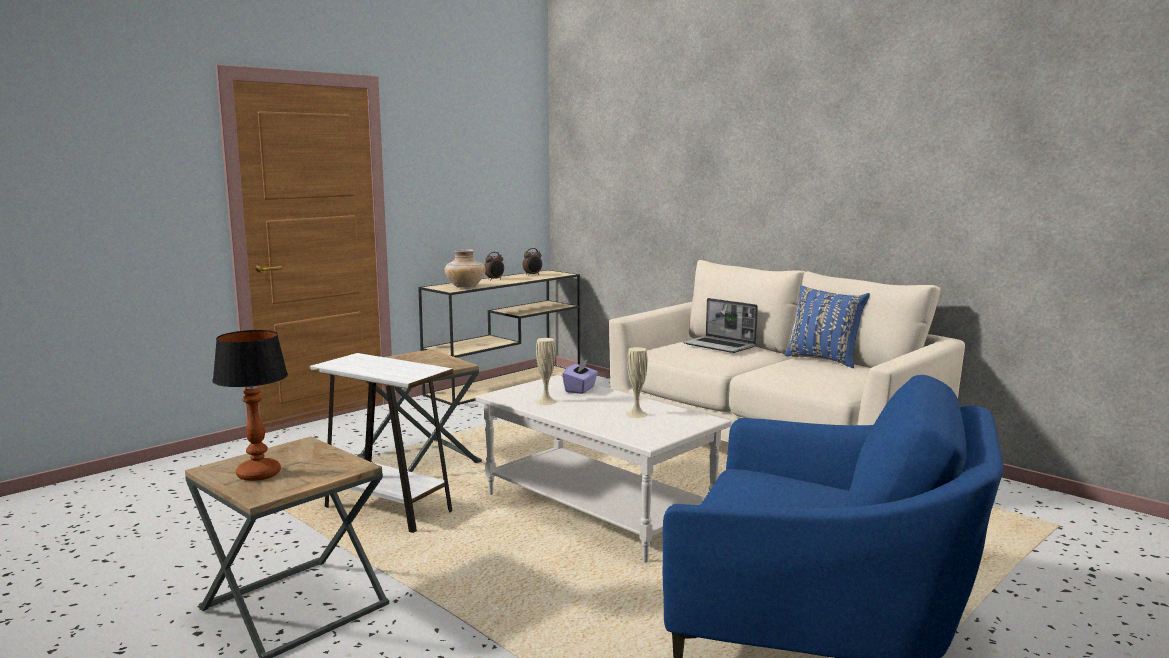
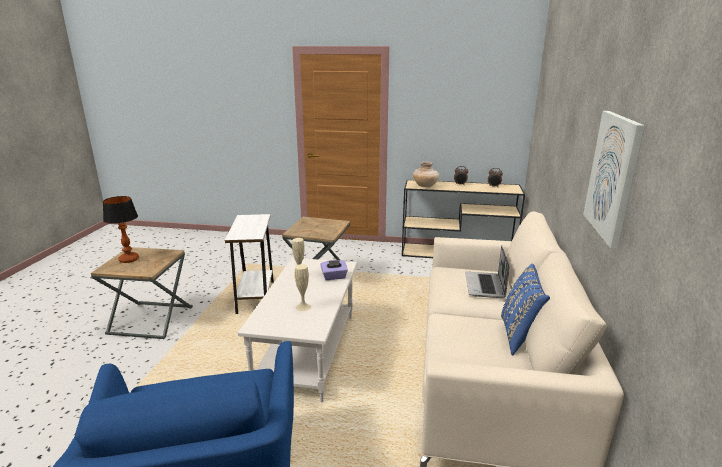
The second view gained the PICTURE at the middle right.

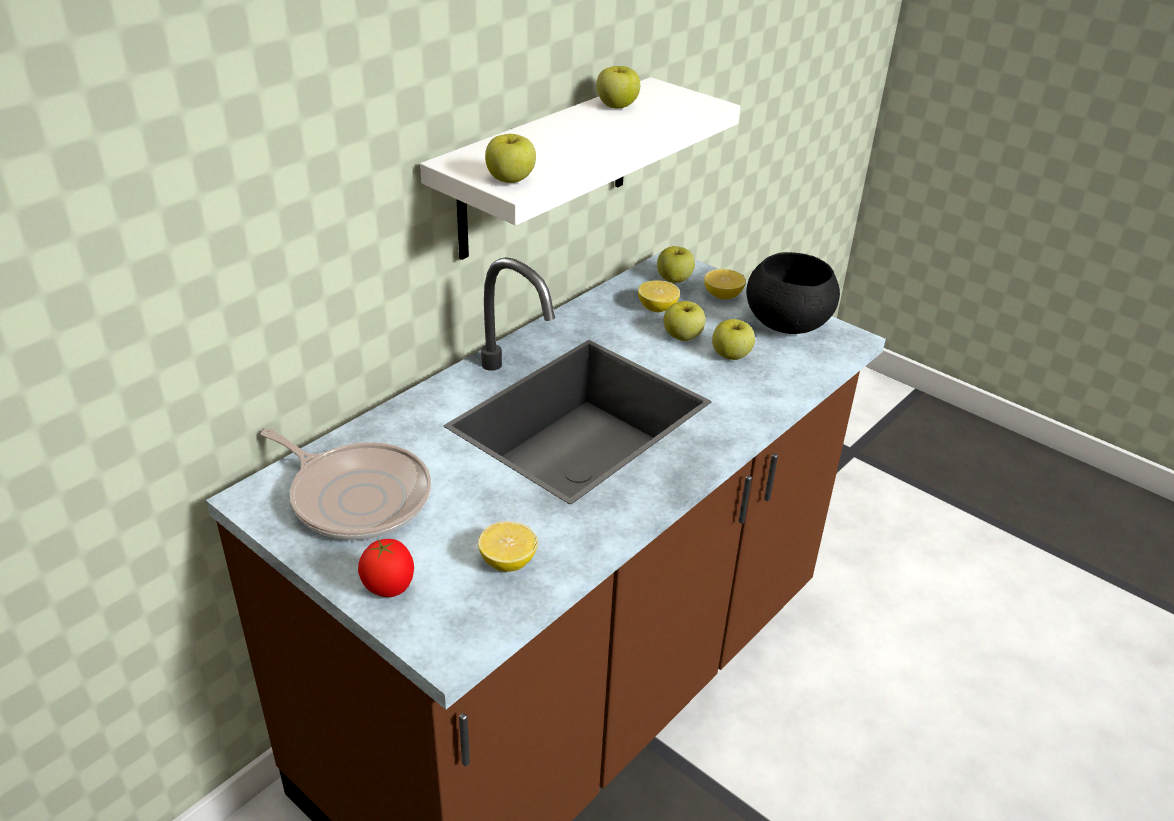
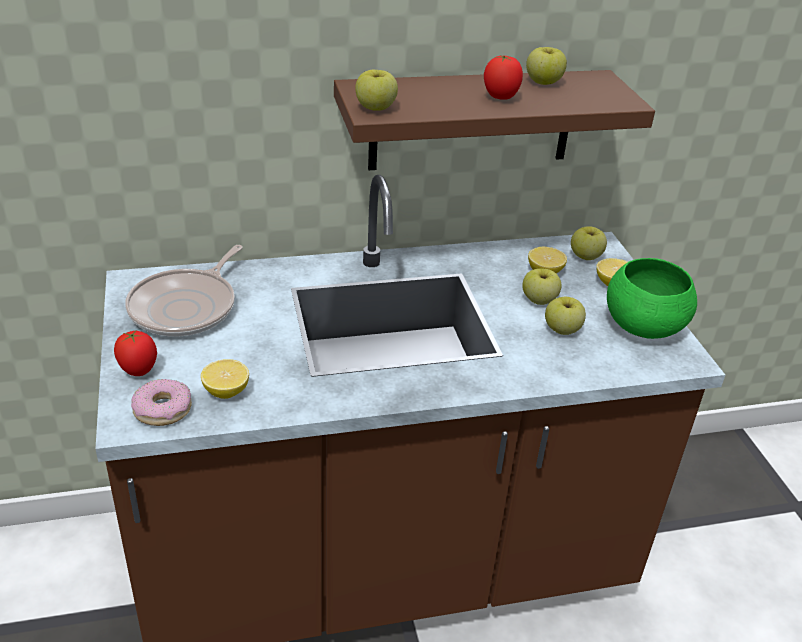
The FRYING PAN at the middle left ended up facing another way, 45 degrees clockwise from before. What was the WHITE SHELF at the top centre turned into the BROWN SHELF at the top centre. What was the BLACK BOWL at the middle right turned into the GREEN BOWL at the middle right. The second view gained the DONUT at the middle left. The second view gained the TOMATO (2nd from left) at the top centre.

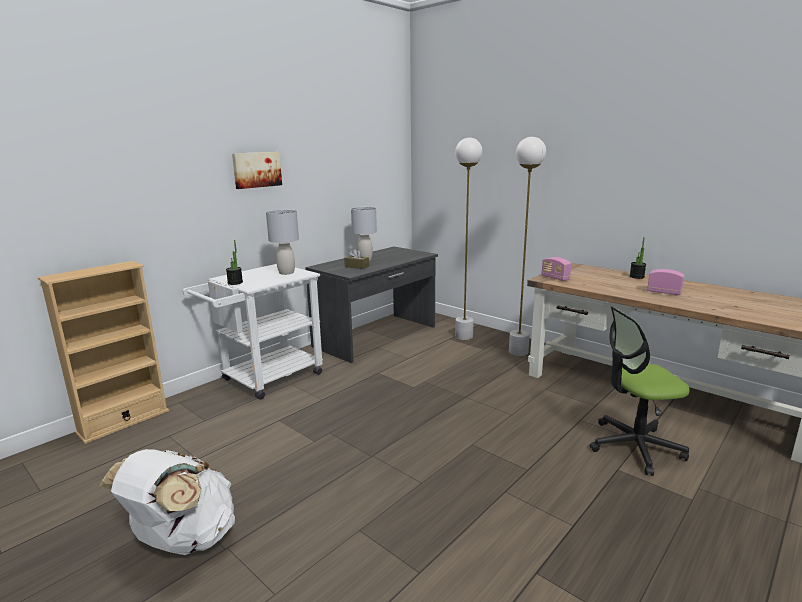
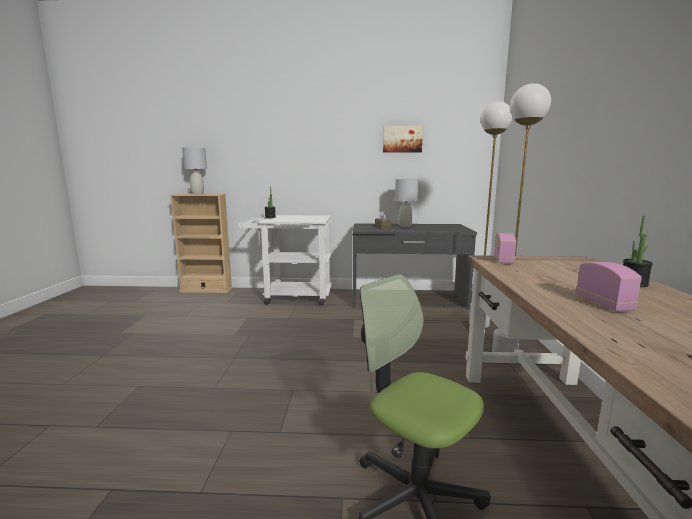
The second view lost the WHITE BACKPACK at the bottom left. The PICTURE ended up elsewhere, having gone from the top left to the top centre. The GREY TABLE LAMP (1st from left) ended up elsewhere, having gone from the centre to the top left.

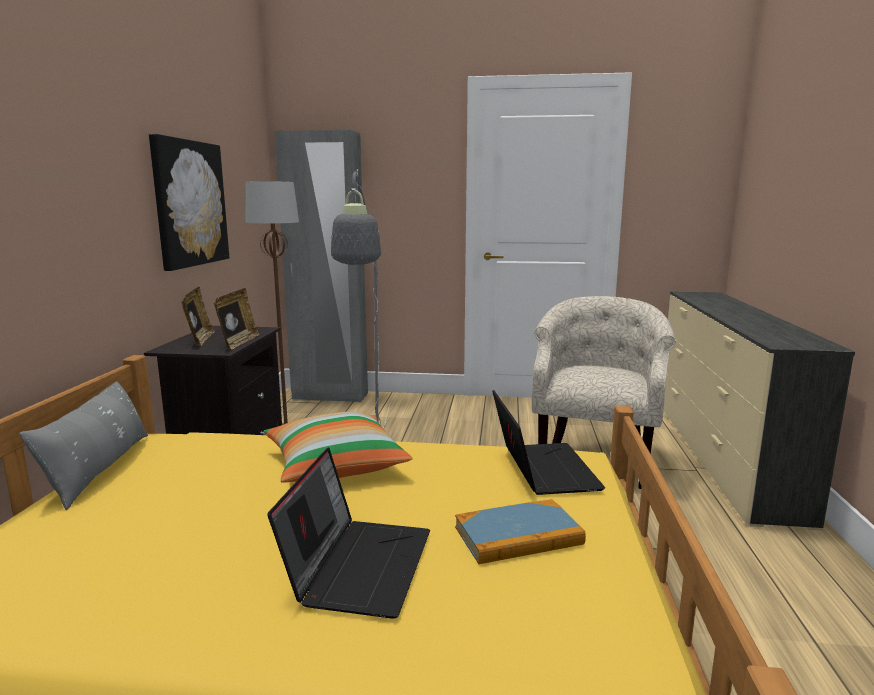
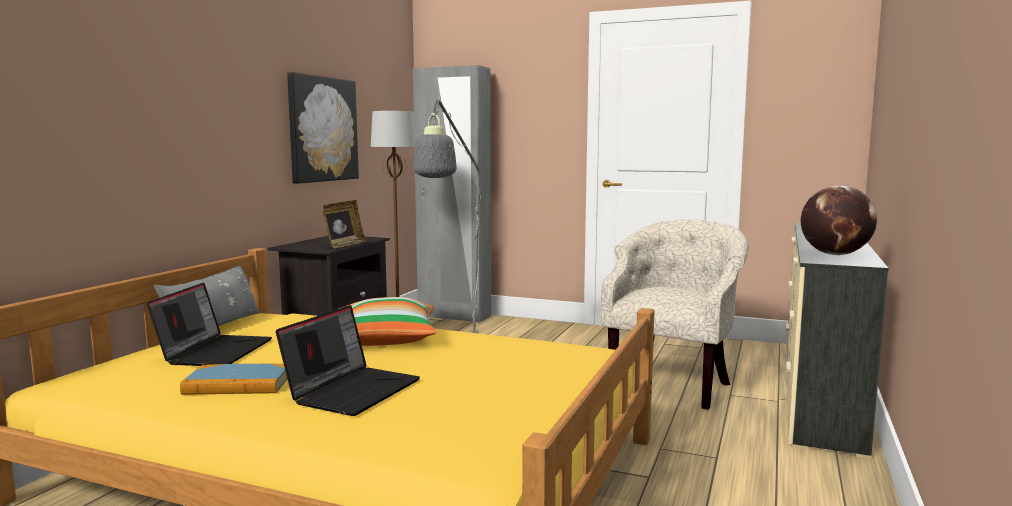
The second view lost the PICTURE FRAME (1st from left) at the middle left. The BOOK ended up elsewhere, having gone from the bottom centre to the bottom left. The LAPTOP (2nd from left in the first image) ended up elsewhere, having gone from the centre to the middle left. The second view gained the GLOBE at the middle right.

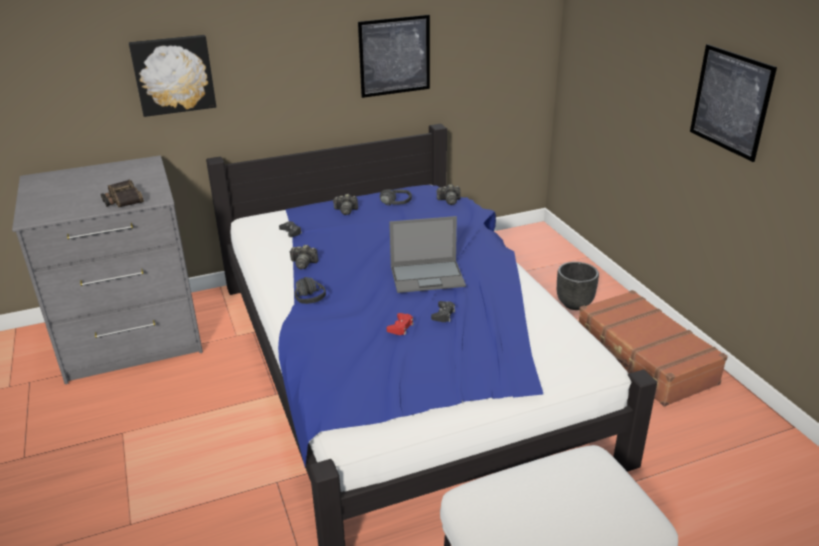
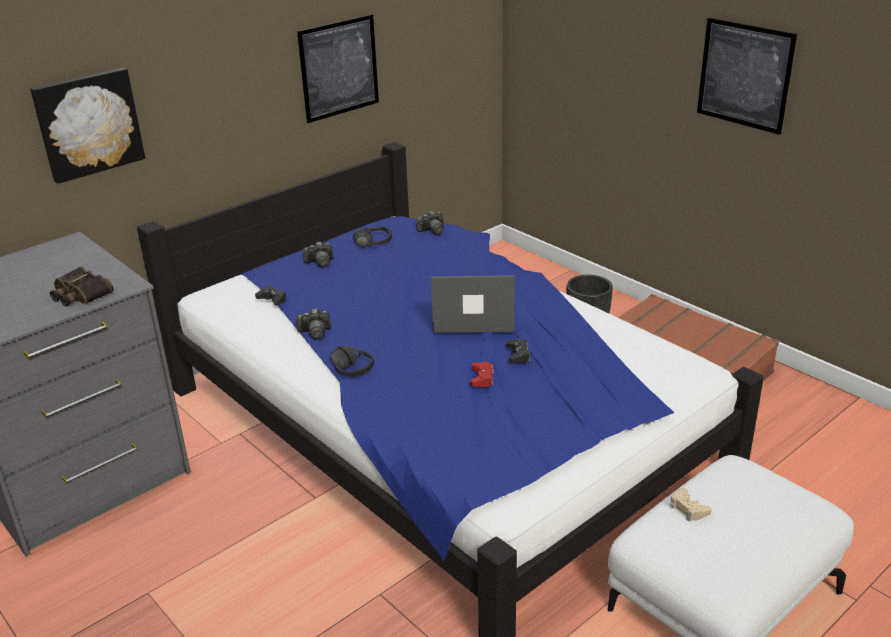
The LAPTOP at the centre ended up facing another way, 150 degrees counterclockwise from before. The second view gained the BEIGE GAME CONTROLLER at the bottom right.

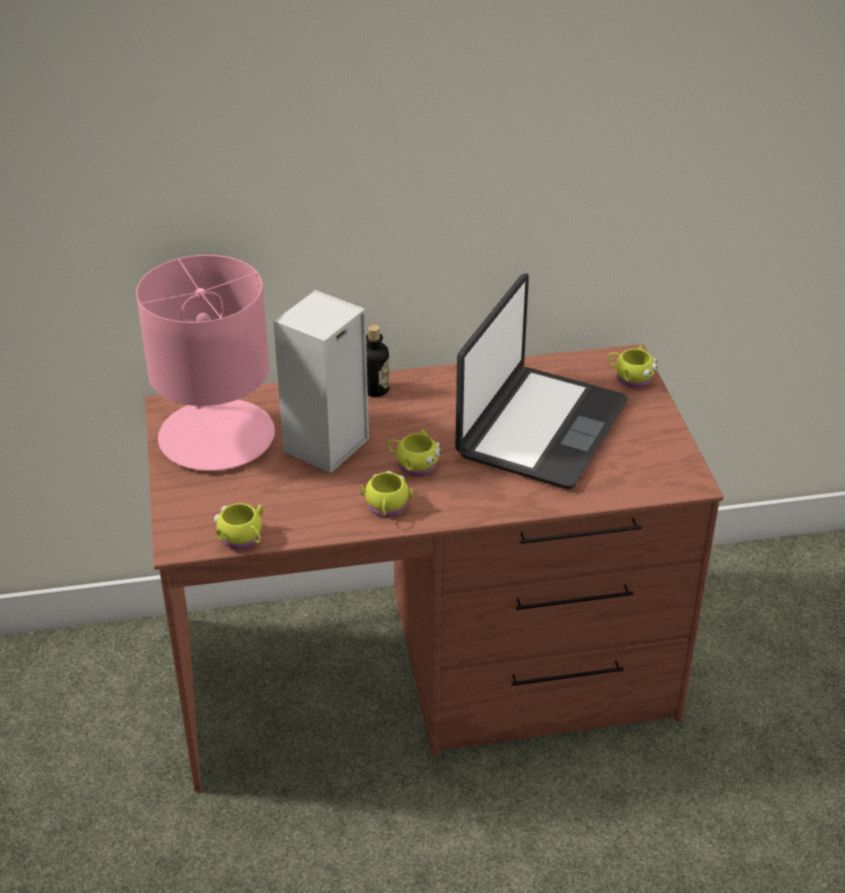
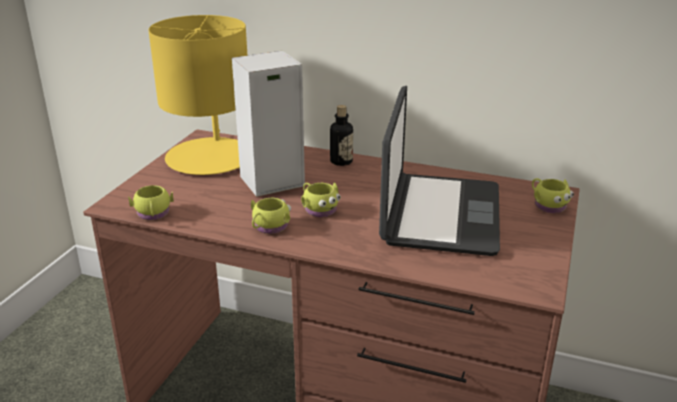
What was the PINK TABLE LAMP at the middle left turned into the YELLOW TABLE LAMP at the top left. The LAPTOP at the centre ended up facing another way, 45 degrees counterclockwise from before.

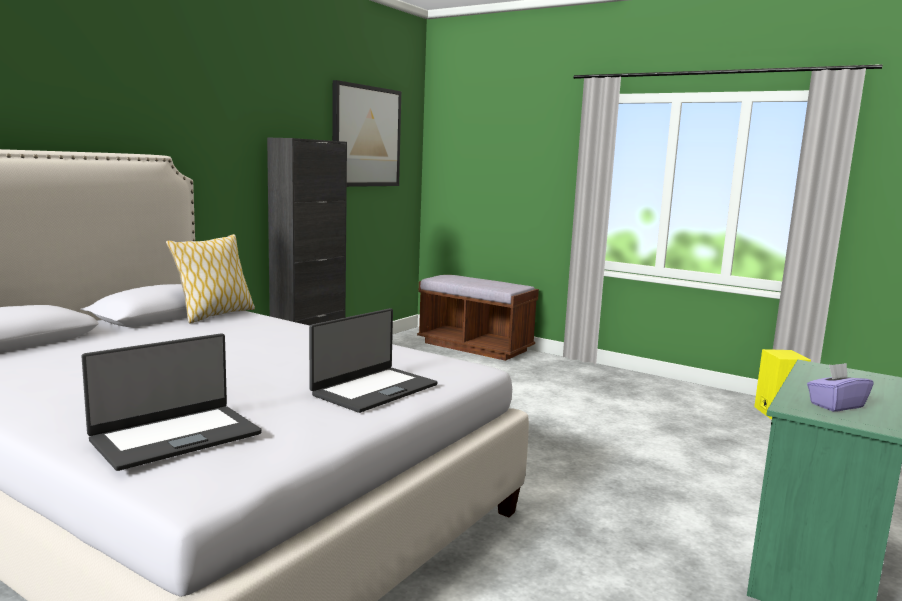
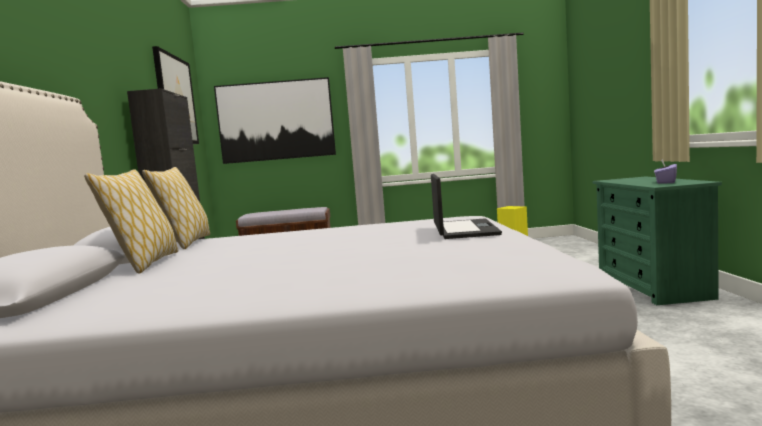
The second view lost the LAPTOP (1st from left) at the bottom left. The second view gained the PILLOW (1st from left) at the middle left. The second view gained the PICTURE (2nd from left) at the top centre.

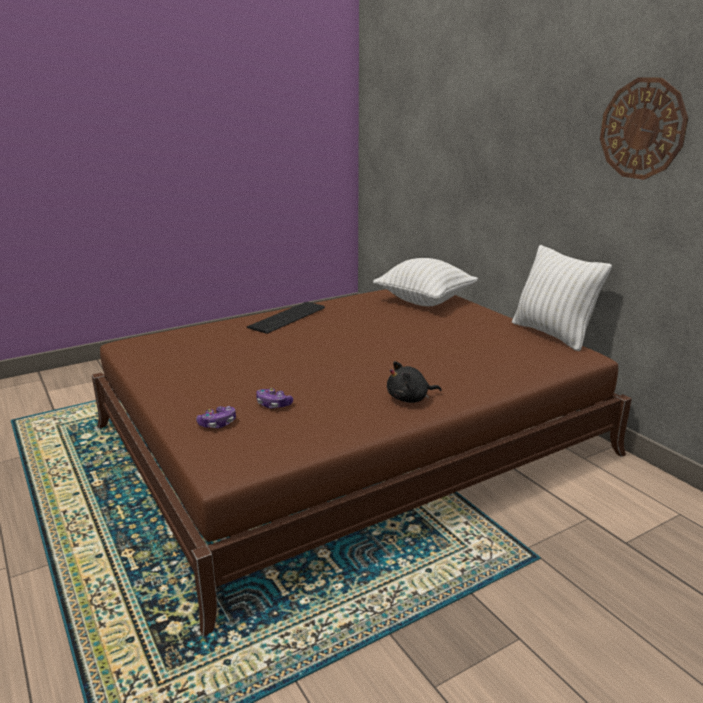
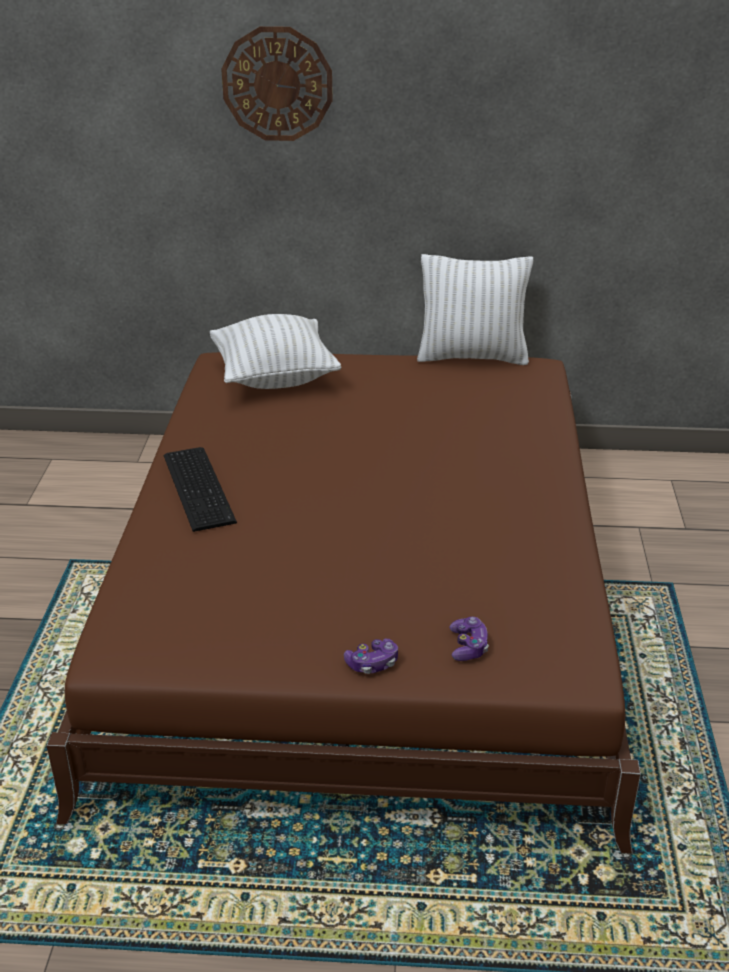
The GAME CONTROLLER (2nd from left in the first image) ended up elsewhere, having gone from the centre to the bottom centre. The second view lost the BLACK PLUSH TOY at the centre. The WALL CLOCK ended up elsewhere, having gone from the top right to the top centre.

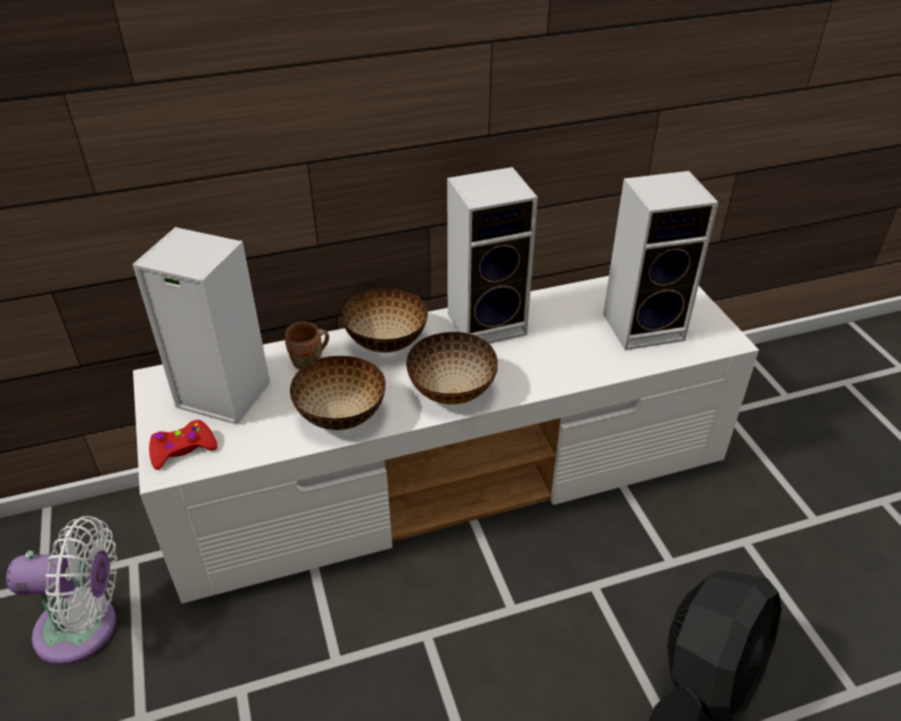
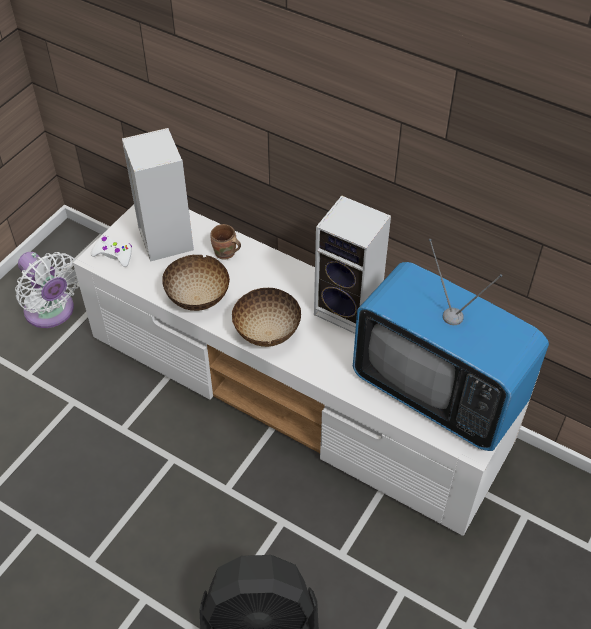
What was the RED GAME CONTROLLER at the middle left turned into the WHITE GAME CONTROLLER at the middle left. The second view lost the BOWL (2nd from left) at the centre. Where the SPEAKER (3rd from left) stood at the middle right, the TELEVISION came to stand at the middle right.

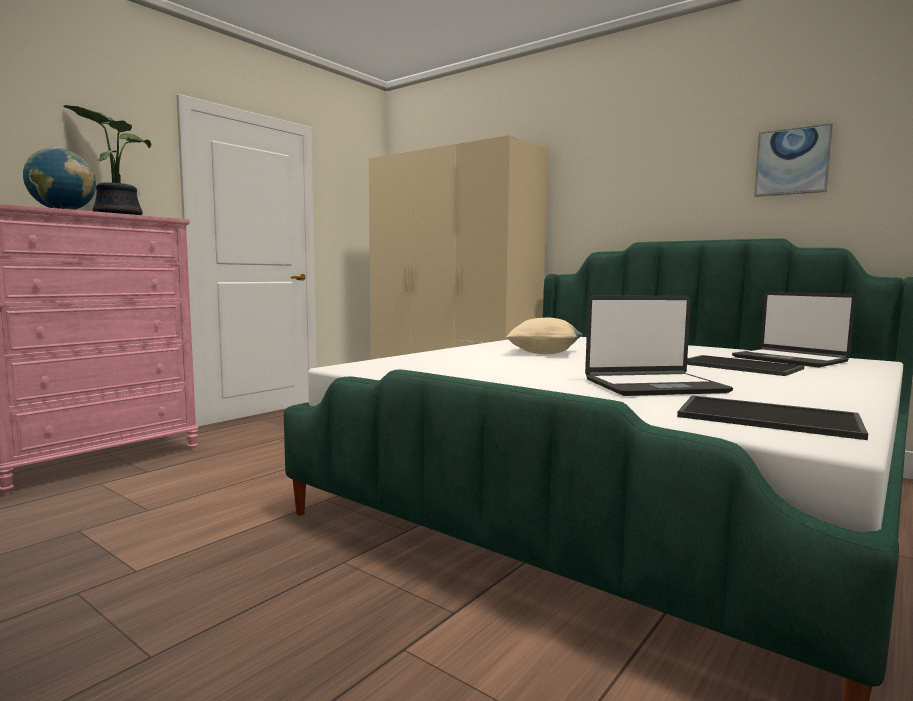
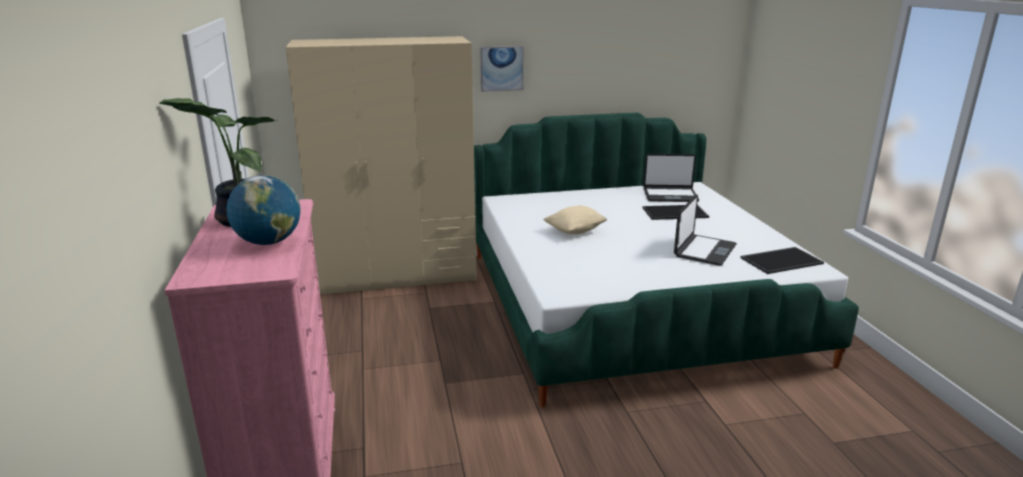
The PICTURE ended up elsewhere, having gone from the top right to the top centre.

